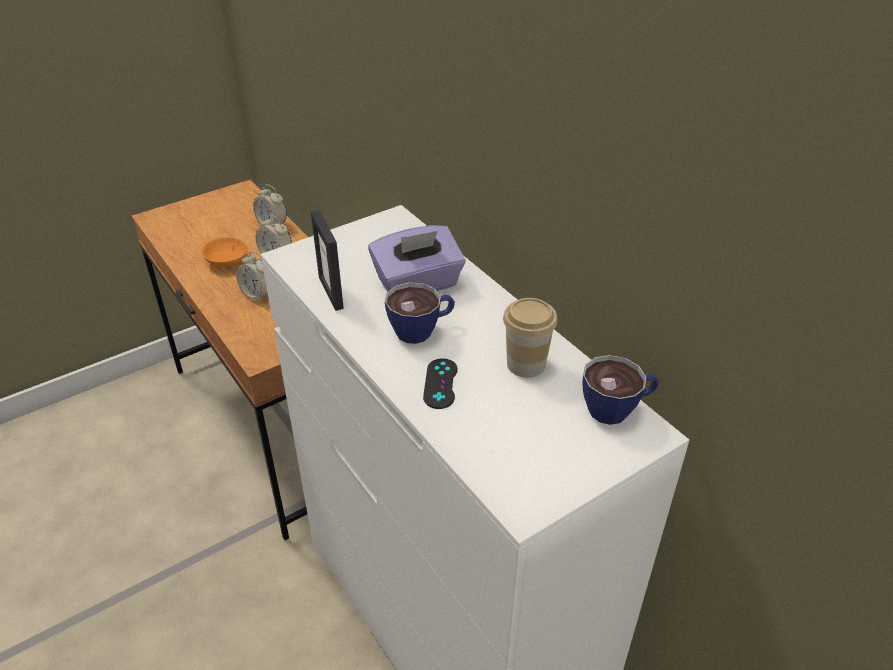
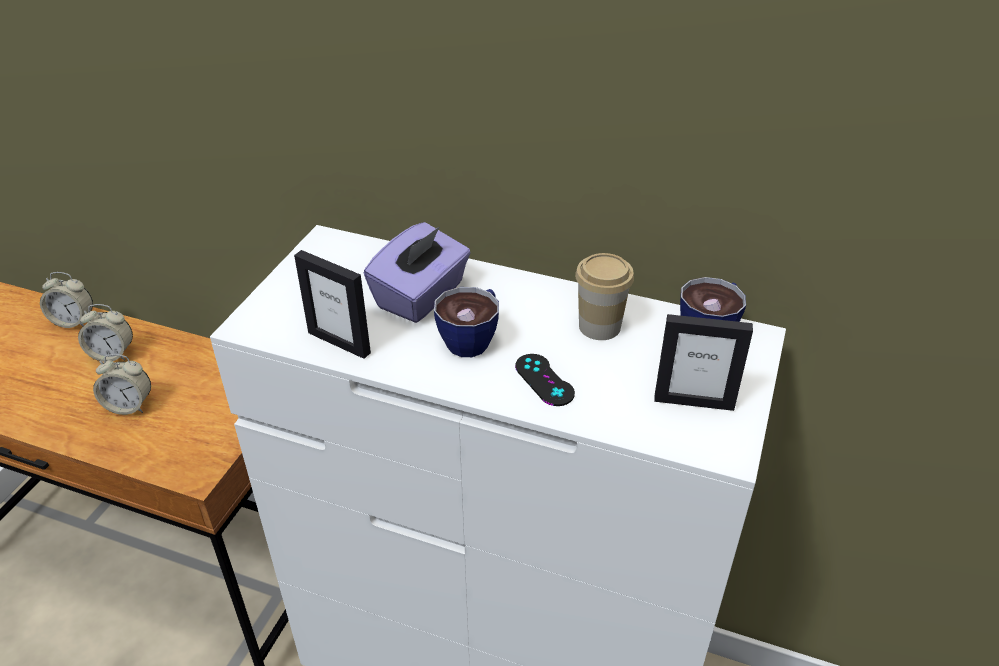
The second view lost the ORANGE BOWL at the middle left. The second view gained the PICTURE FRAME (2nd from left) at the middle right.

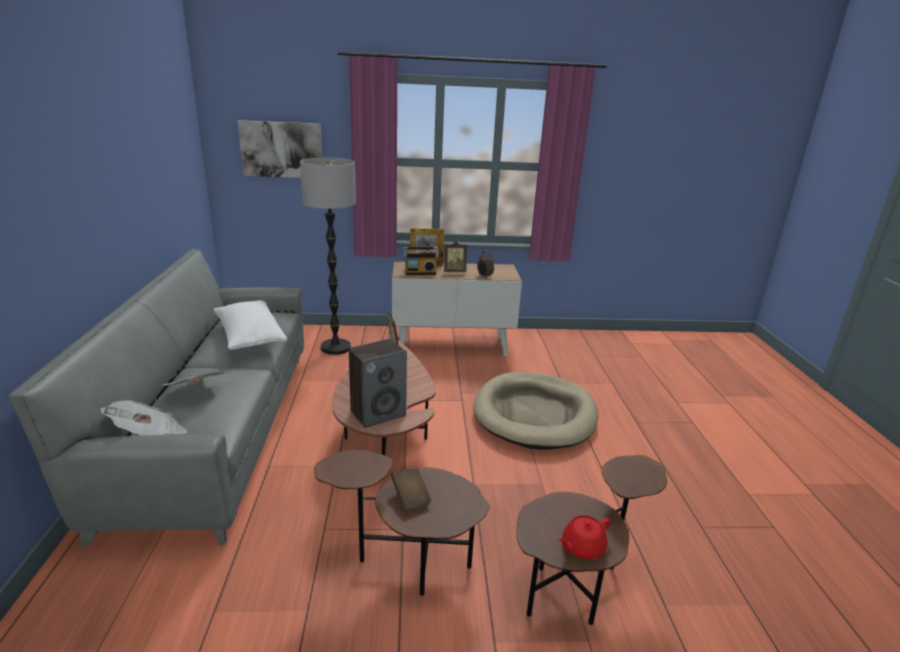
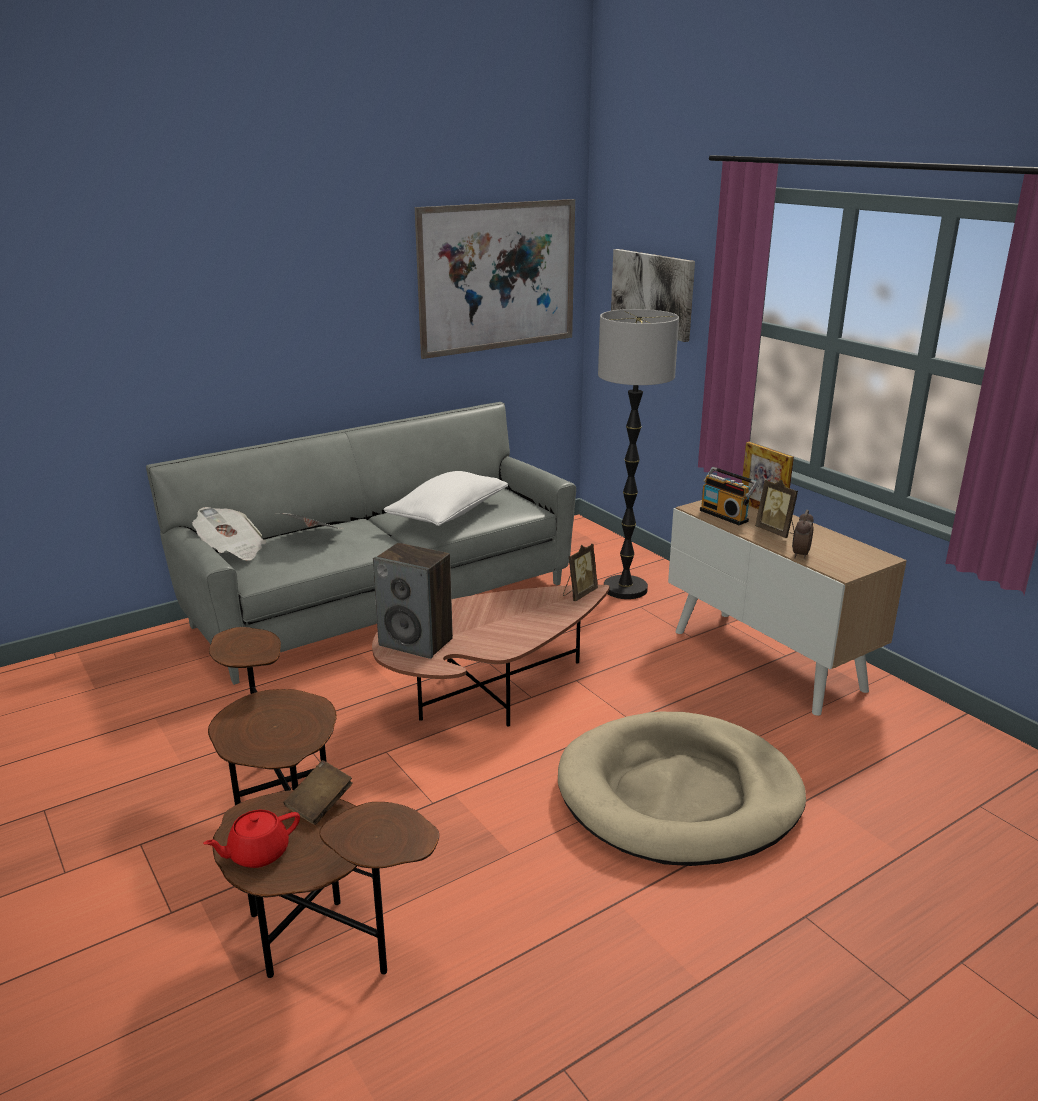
The BROWN BOOK ended up elsewhere, having gone from the bottom centre to the bottom left. The RED TEAPOT at the bottom centre ended up facing another way, 60 degrees counterclockwise from before. The second view gained the PICTURE (1st from left) at the top centre.

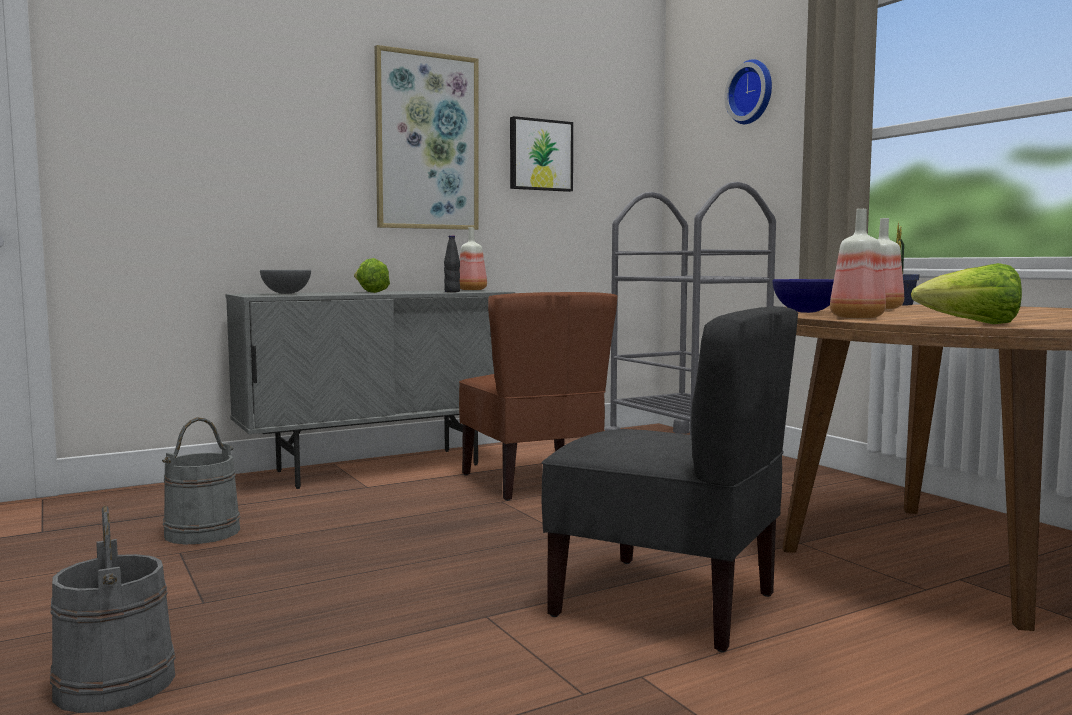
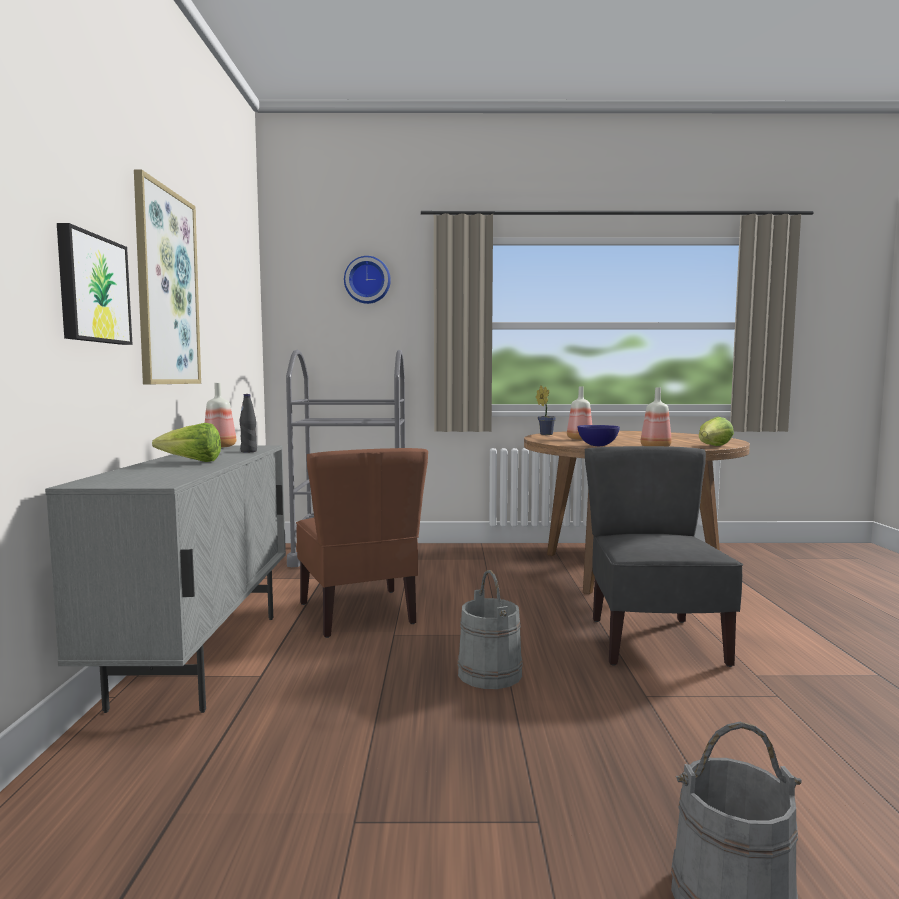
The GREY BUCKET (2nd from left in the first image) ended up elsewhere, having gone from the bottom left to the bottom centre. The second view lost the GREY BOWL at the middle left. The BROWN CHAIR at the centre ended up facing another way, 60 degrees clockwise from before. The PICTURE (2nd from left in the first image) ended up elsewhere, having gone from the top centre to the top left. The GREY CHAIR at the bottom centre ended up facing another way, 60 degrees counterclockwise from before.

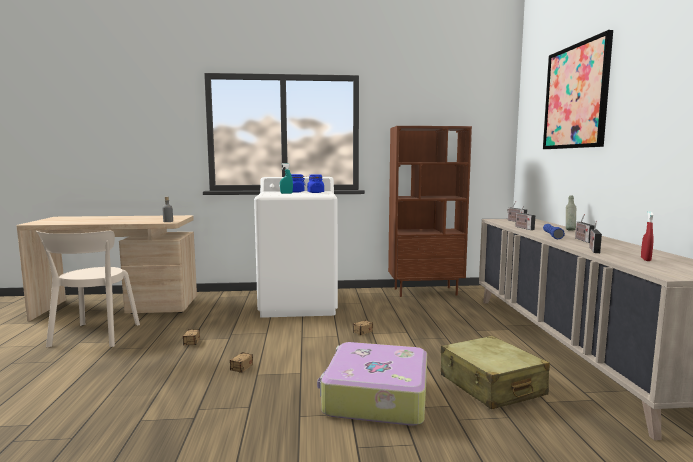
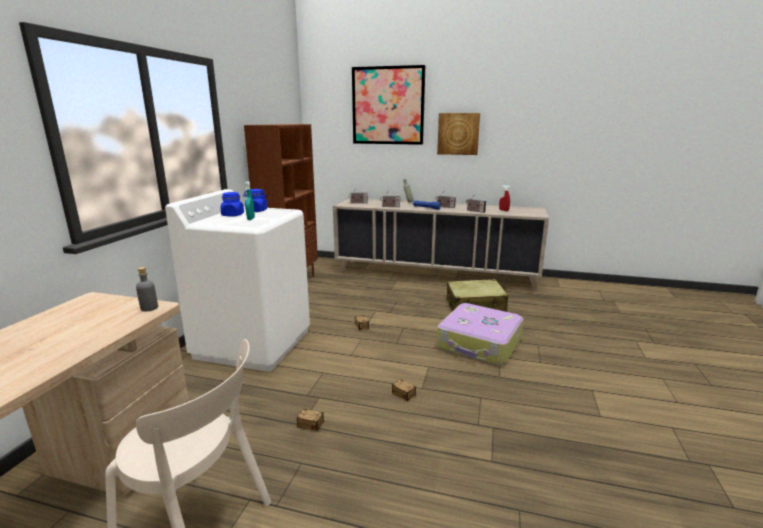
The second view gained the PICTURE (2nd from left) at the top centre.

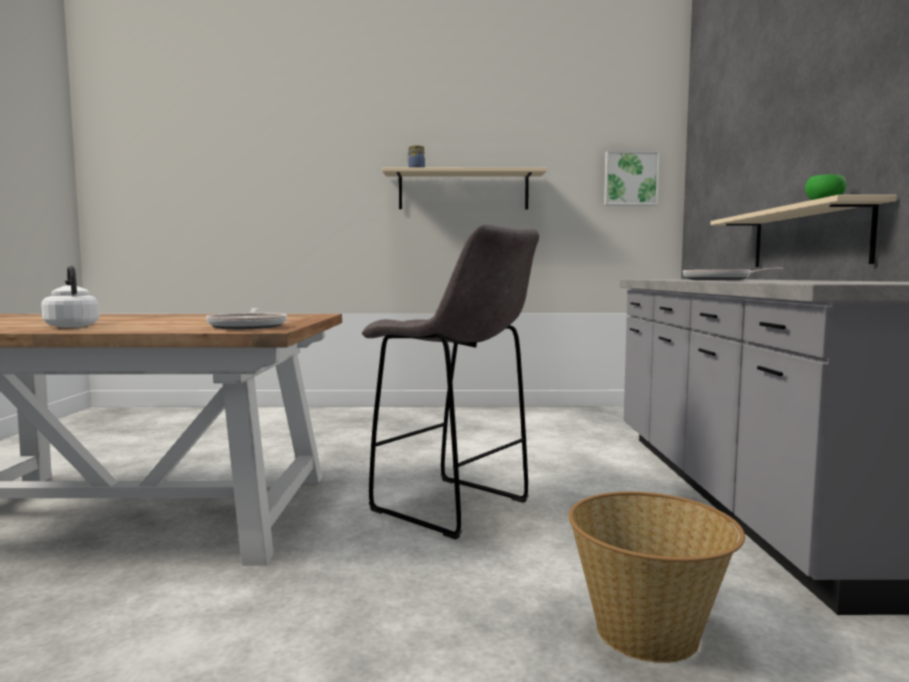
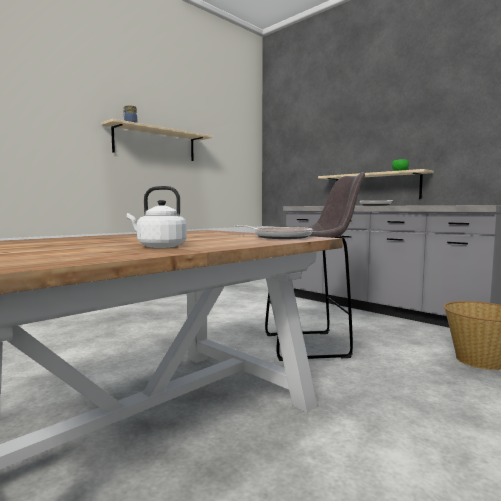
The second view lost the PICTURE at the top right.

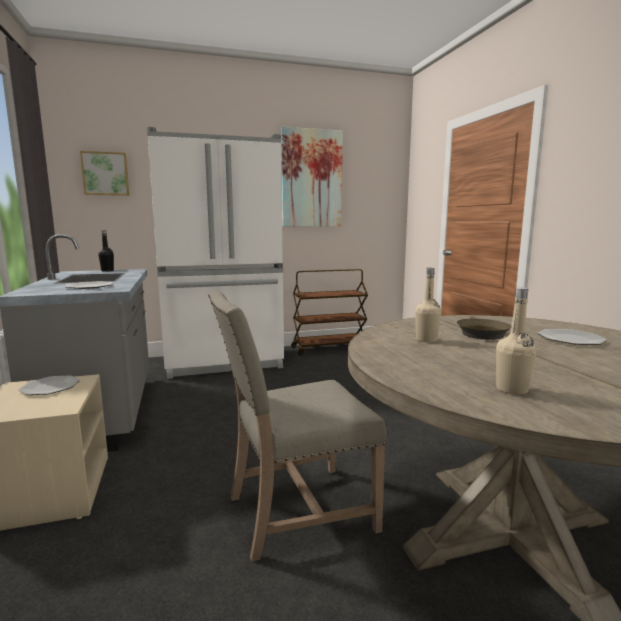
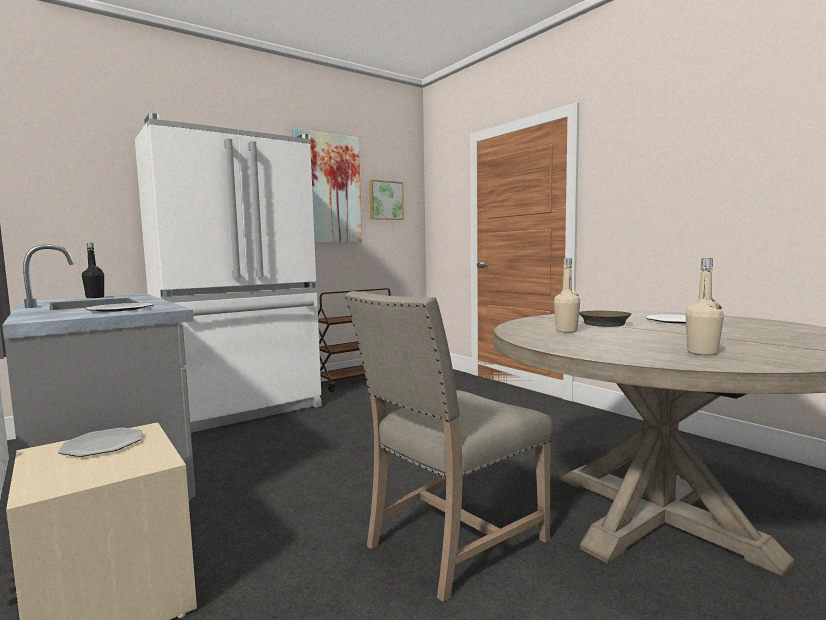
The PICTURE (1st from left in the first image) ended up elsewhere, having gone from the top left to the top centre.

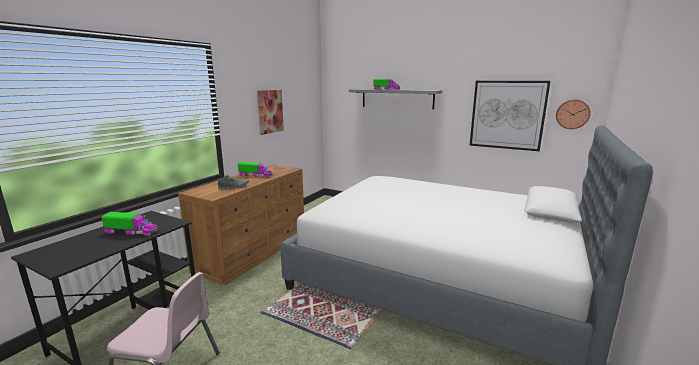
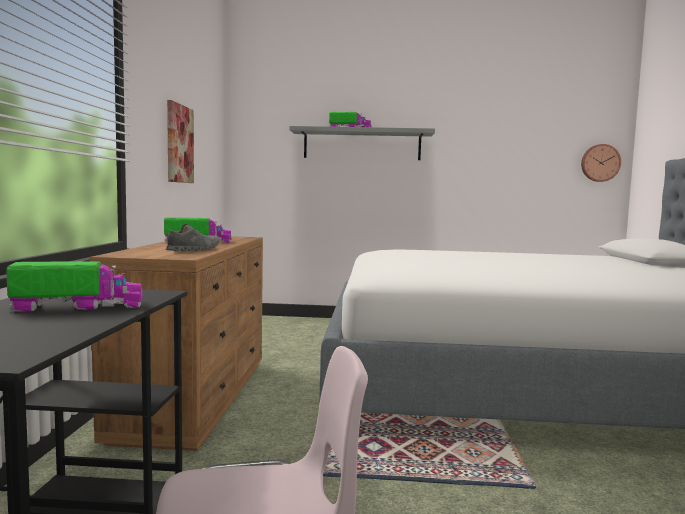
The second view lost the PICTURE (2nd from left) at the top right.

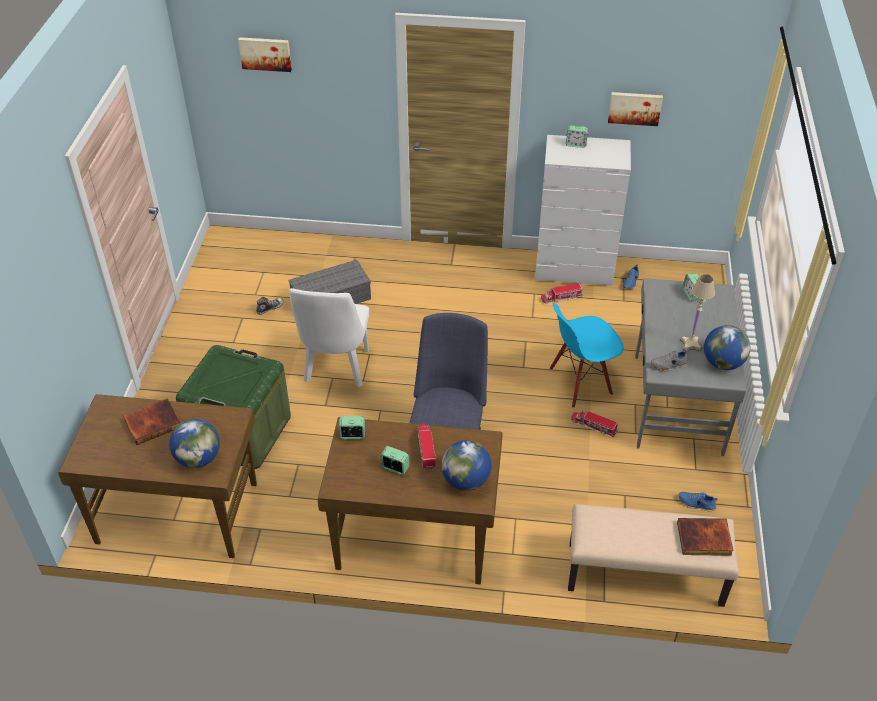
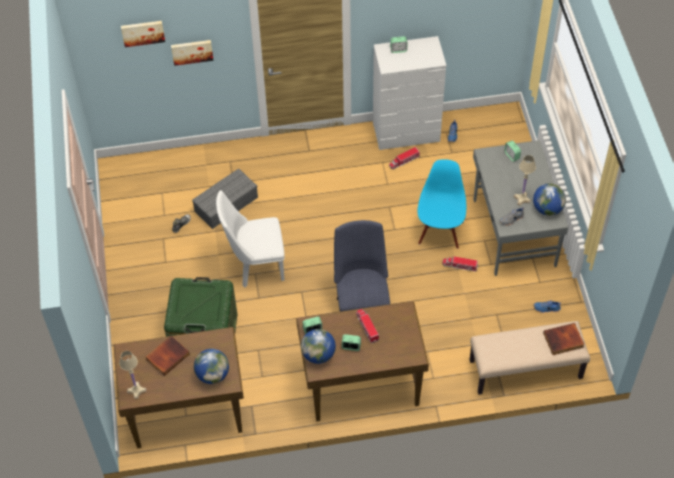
The WHITE CHAIR at the centre ended up facing another way, 90 degrees clockwise from before. The GLOBE (2nd from left) ended up elsewhere, having gone from the centre to the bottom centre. The BLUE CHAIR (2nd from left) at the middle right ended up facing another way, 135 degrees clockwise from before. The PICTURE (2nd from left) ended up elsewhere, having gone from the top right to the top left. The second view gained the BEIGE TABLE LAMP (1st from left) at the bottom left.

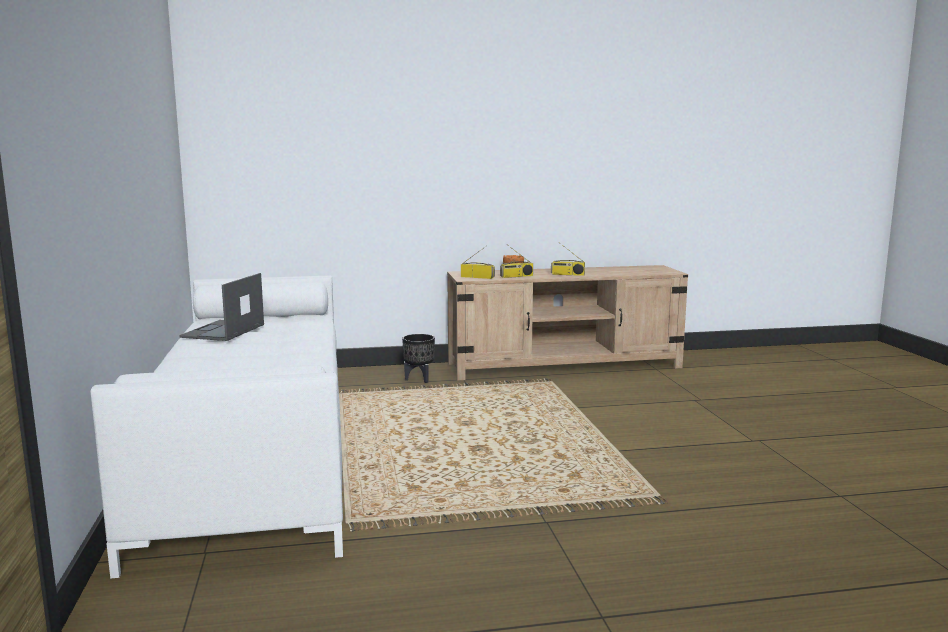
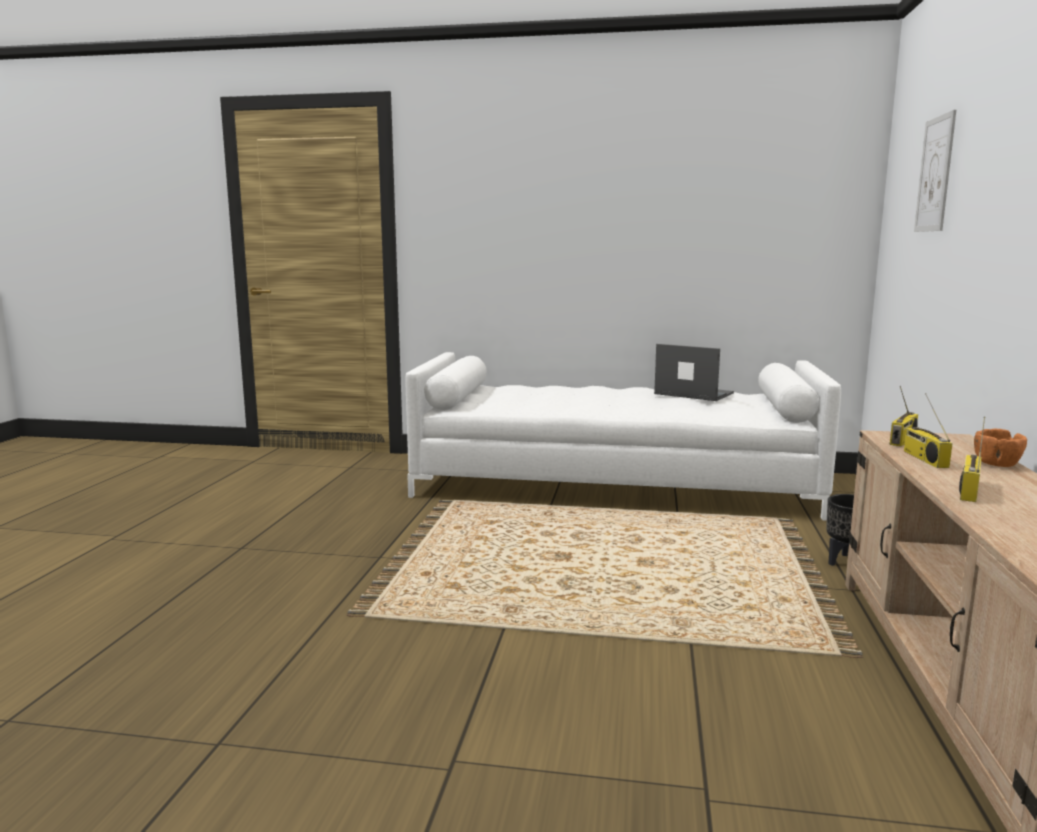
The second view gained the PICTURE at the top right.

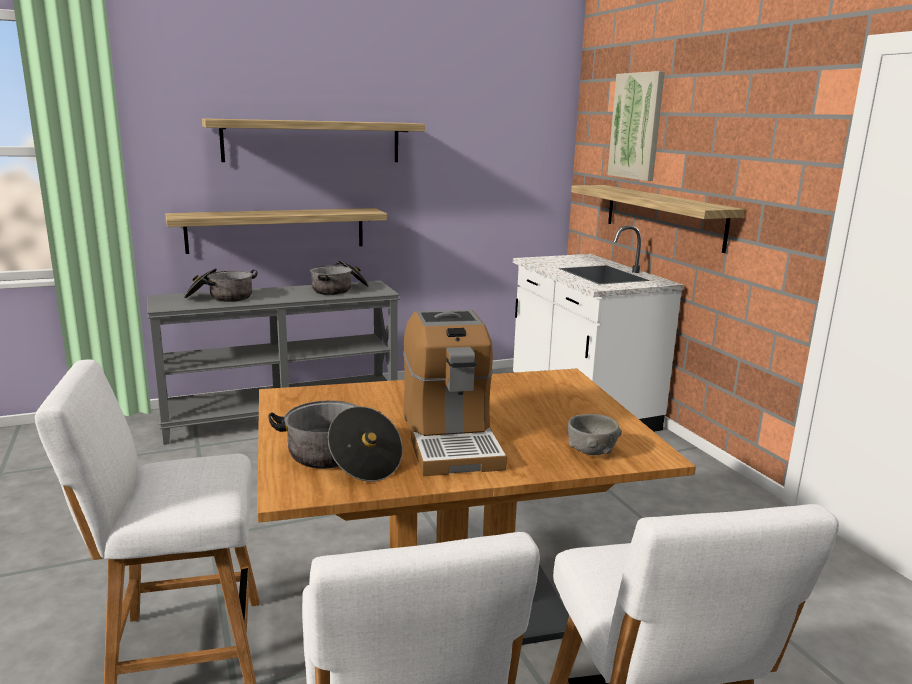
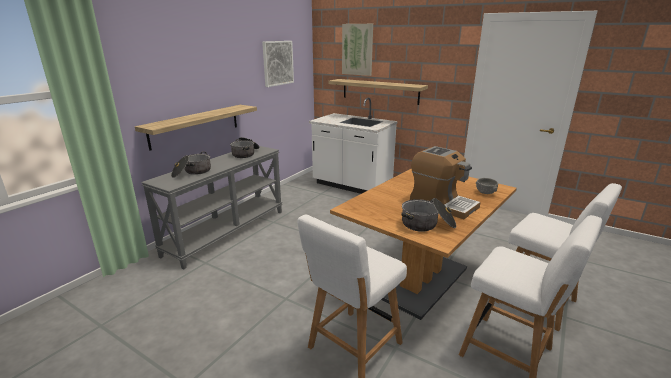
The second view lost the SHELF (2nd from left) at the top centre. The second view gained the PICTURE (1st from left) at the top centre.

